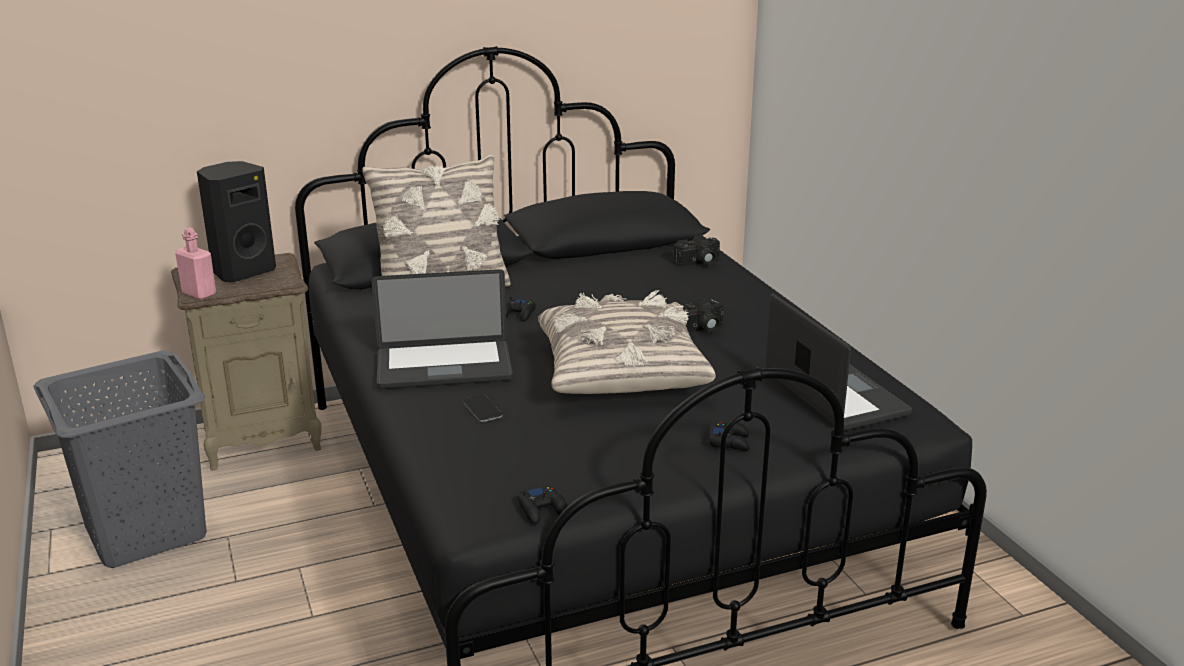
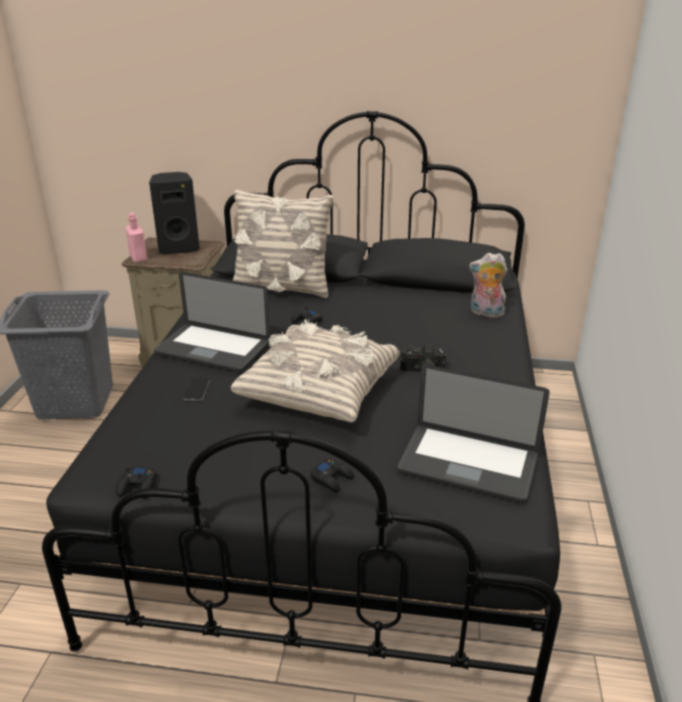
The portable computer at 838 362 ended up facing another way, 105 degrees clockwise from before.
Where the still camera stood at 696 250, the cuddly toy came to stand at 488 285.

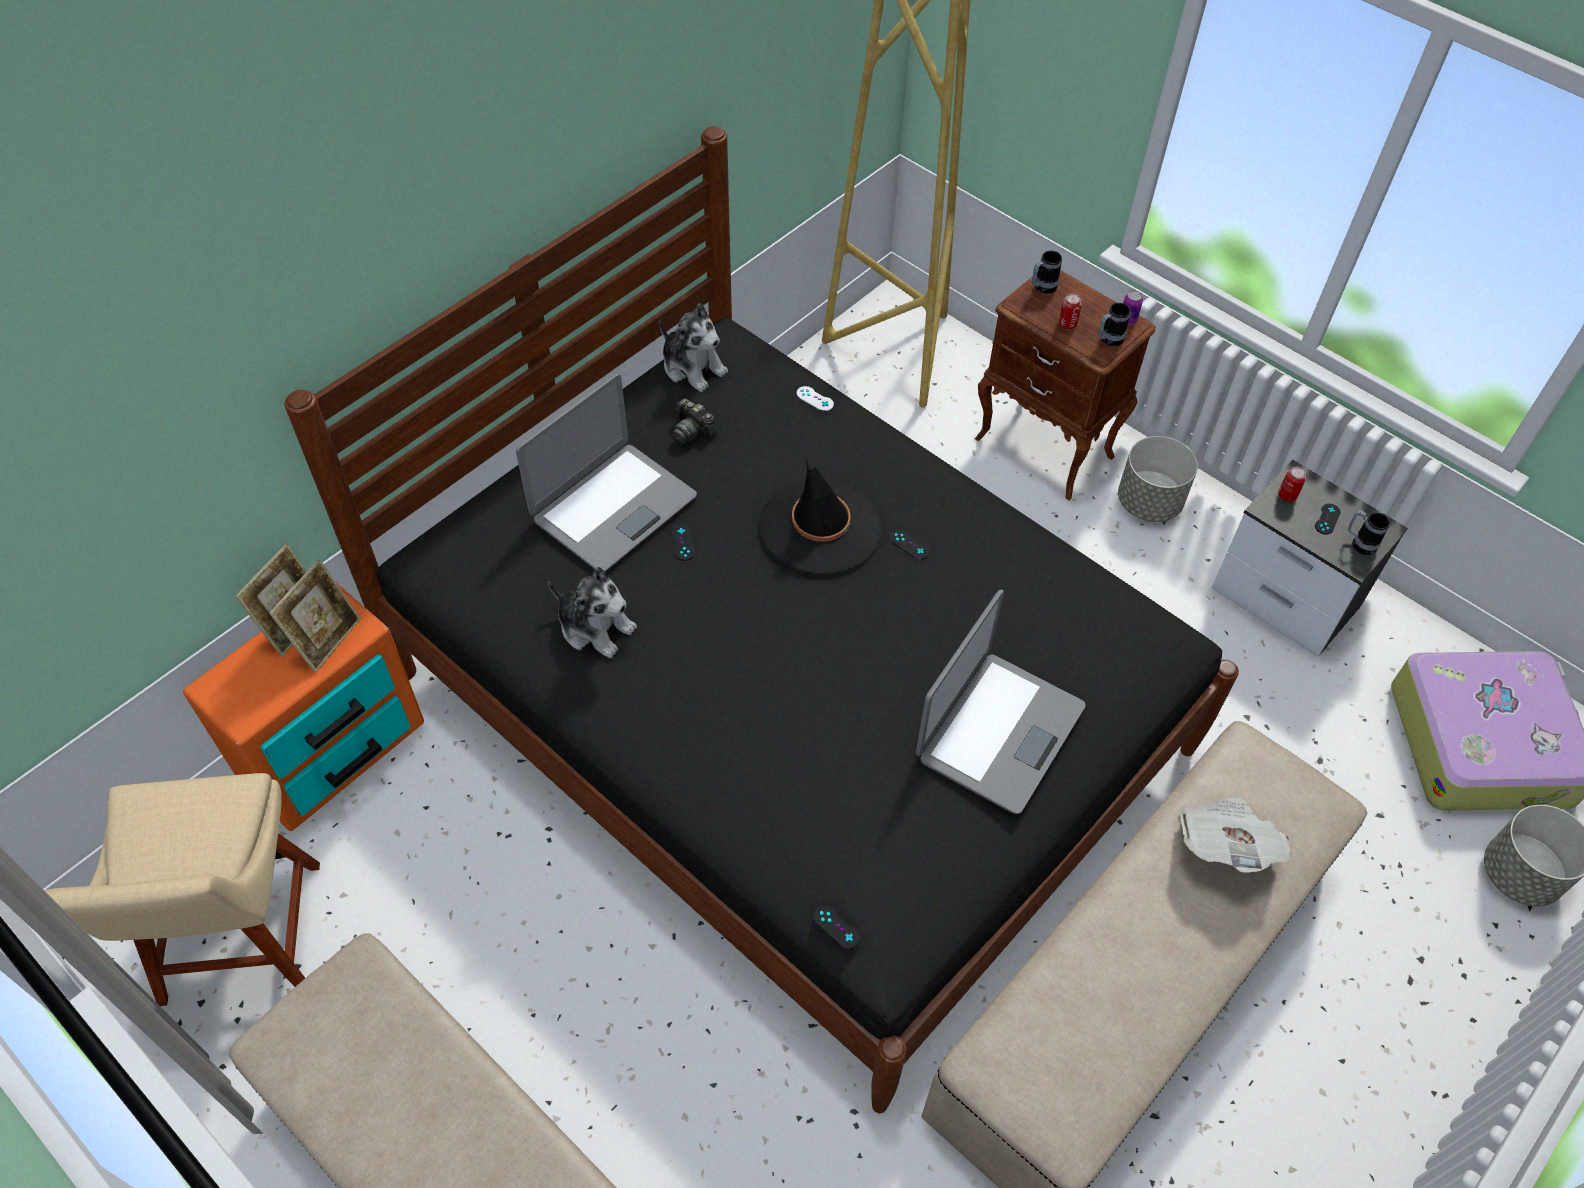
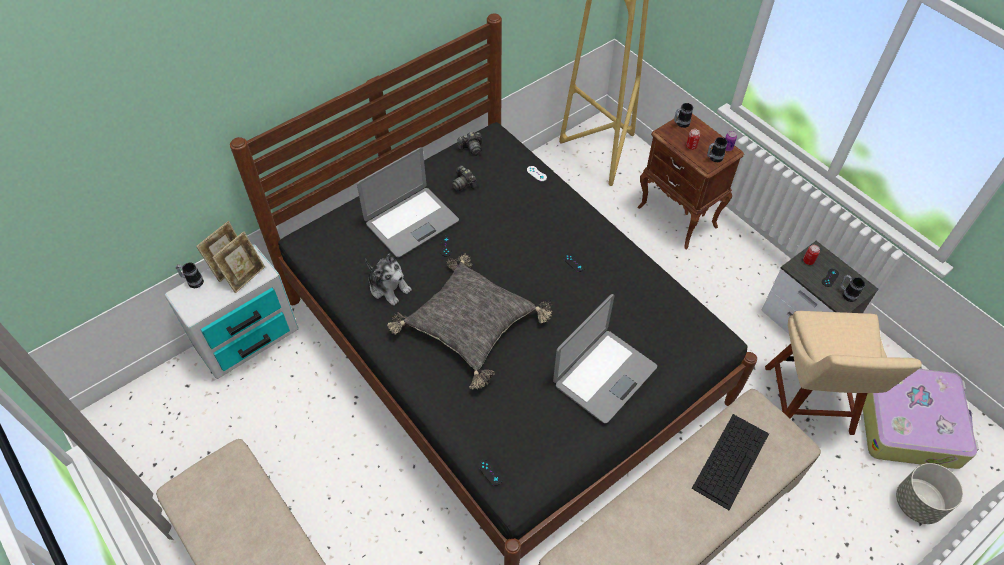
What was the orange-coloured night table at 303 707 turned into the white night table at 232 311.
The second view gained the tea mug at 190 275.
The second view gained the pillow at 470 321.
Where the cuddly toy stood at 693 347, the still camera came to stand at 469 144.
Where the newspaper stood at 1235 835, the computer keyboard came to stand at 730 462.
The beige-coloured chair ended up elsewhere, having gone from 182 889 to 843 373.
The second view lost the black wearable hat at 820 515.
The second view lost the greyish flower pot at 1158 479.

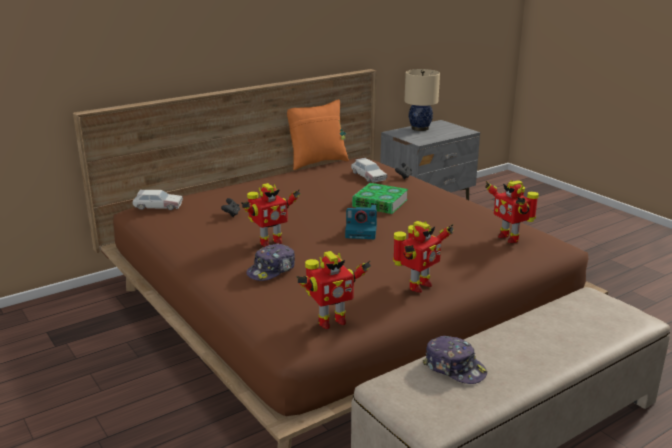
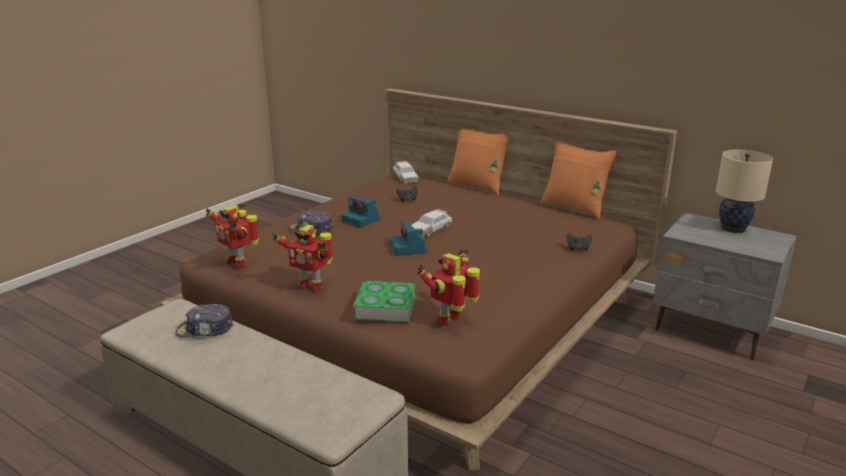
The baseball cap at 455 360 ended up facing another way, 60 degrees clockwise from before.
Where the robot figure stood at 270 215, the still camera came to stand at 361 212.
The book ended up elsewhere, having gone from 380 198 to 384 301.
The miniature car ended up elsewhere, having gone from 369 170 to 431 223.
The second view gained the orange-coloured pillow at 478 162.

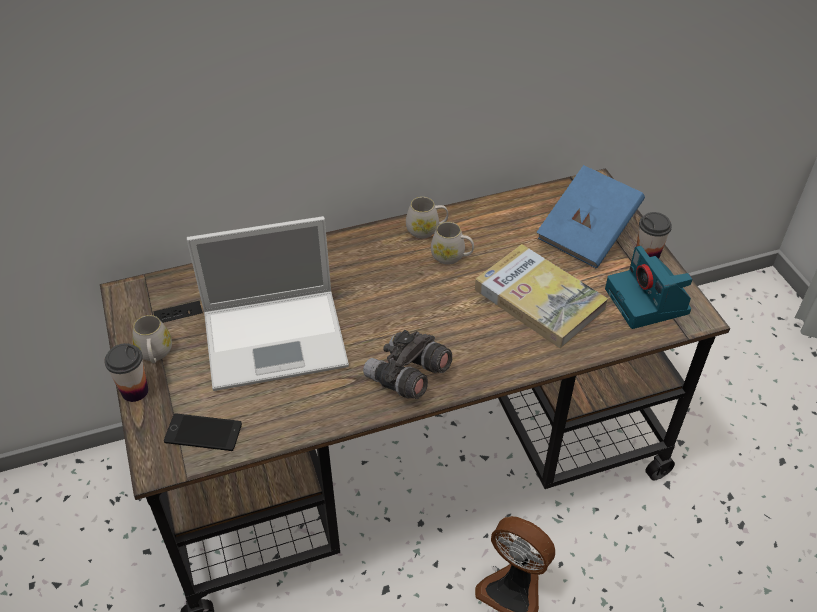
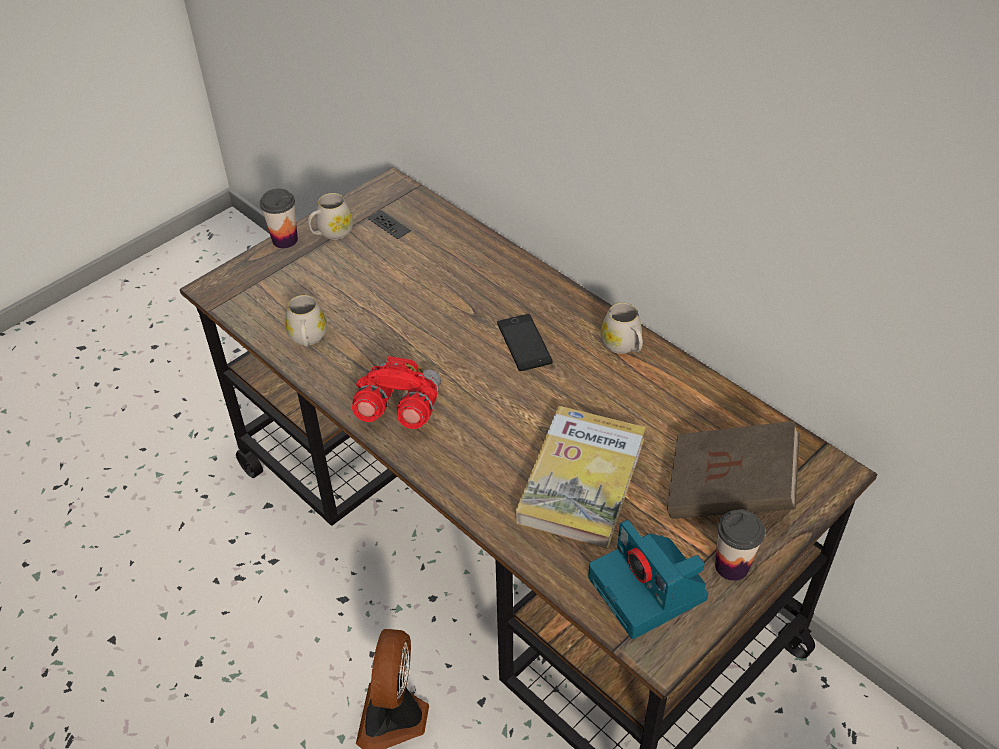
The white tea mug ended up elsewhere, having gone from 452 243 to 306 321.
What was the greyish binoculars at 408 364 turned into the reddish binoculars at 396 392.
The telephone ended up elsewhere, having gone from 203 432 to 525 342.
The still camera at 649 287 ended up facing another way, 75 degrees counterclockwise from before.
What was the blue book at 590 216 turned into the brown-coloured book at 733 470.
The second view lost the portable computer at 268 303.

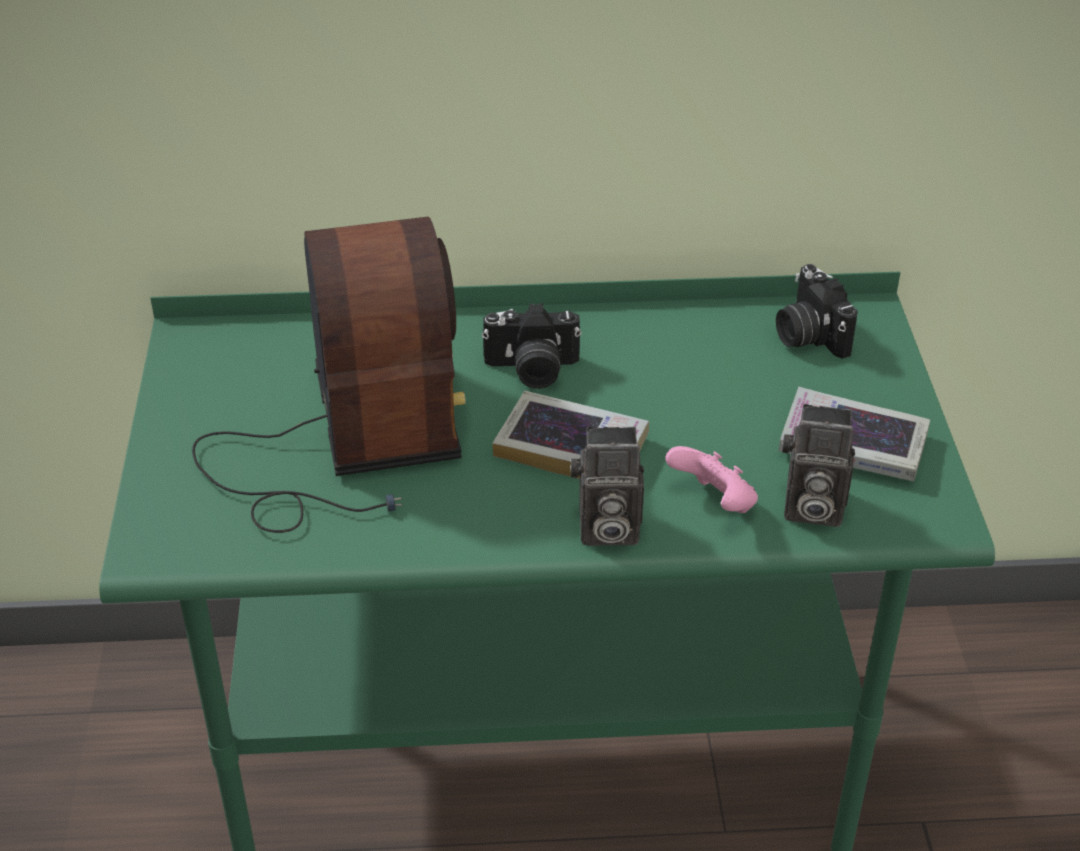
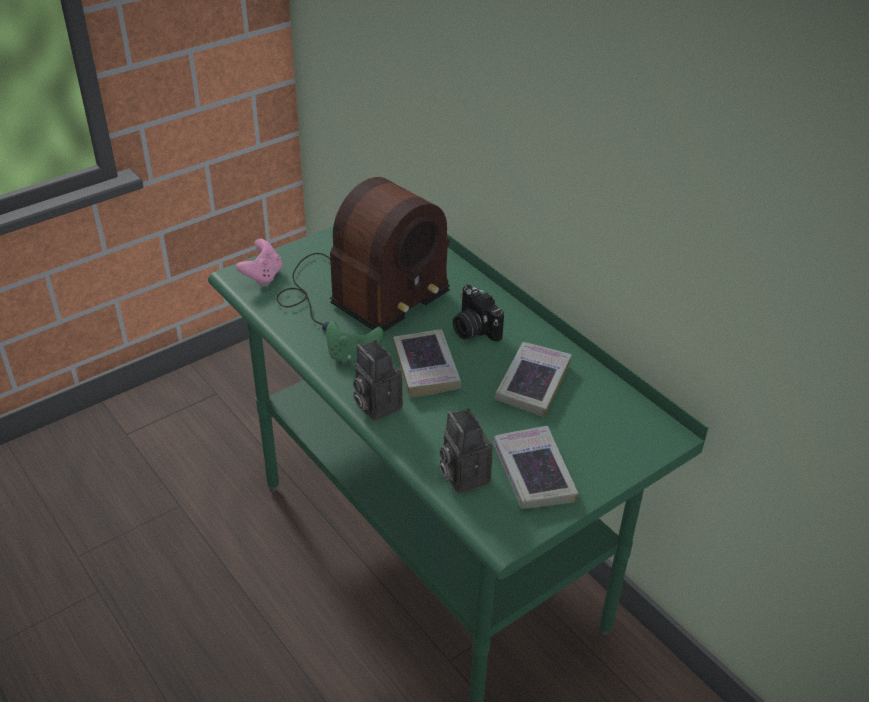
The pink-coloured game controller ended up elsewhere, having gone from 711 479 to 259 262.
The second view gained the green-coloured game controller at 355 341.
The second view gained the book at 533 379.
The second view lost the still camera at 817 311.

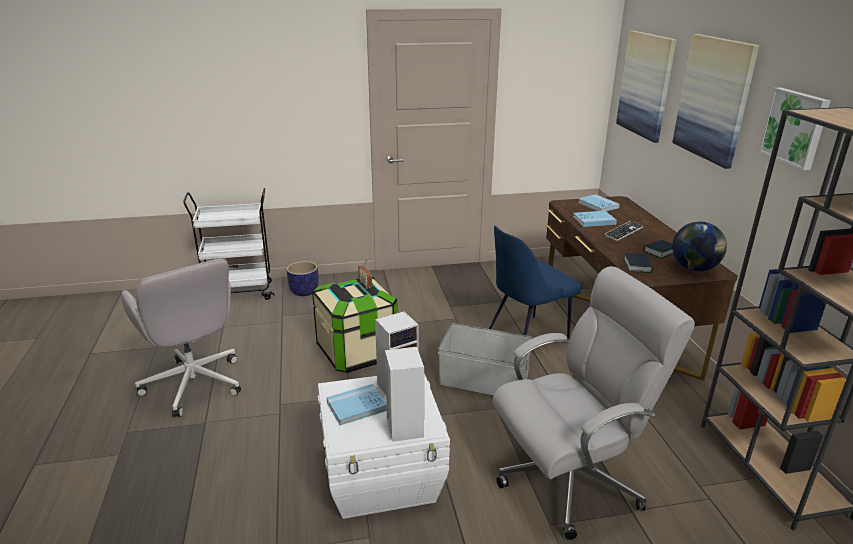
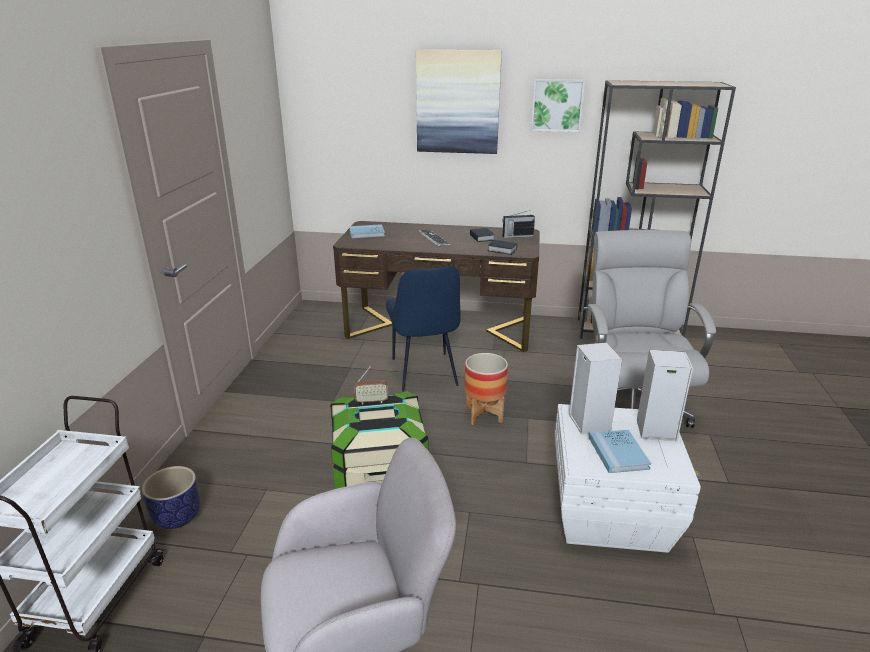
Where the greyish storage box stood at 485 359, the flower pot came to stand at 486 389.
Where the world globe stood at 699 246, the radio receiver came to stand at 518 224.
The second view lost the blue book at 595 219.
The second view lost the wall picture at 646 87.

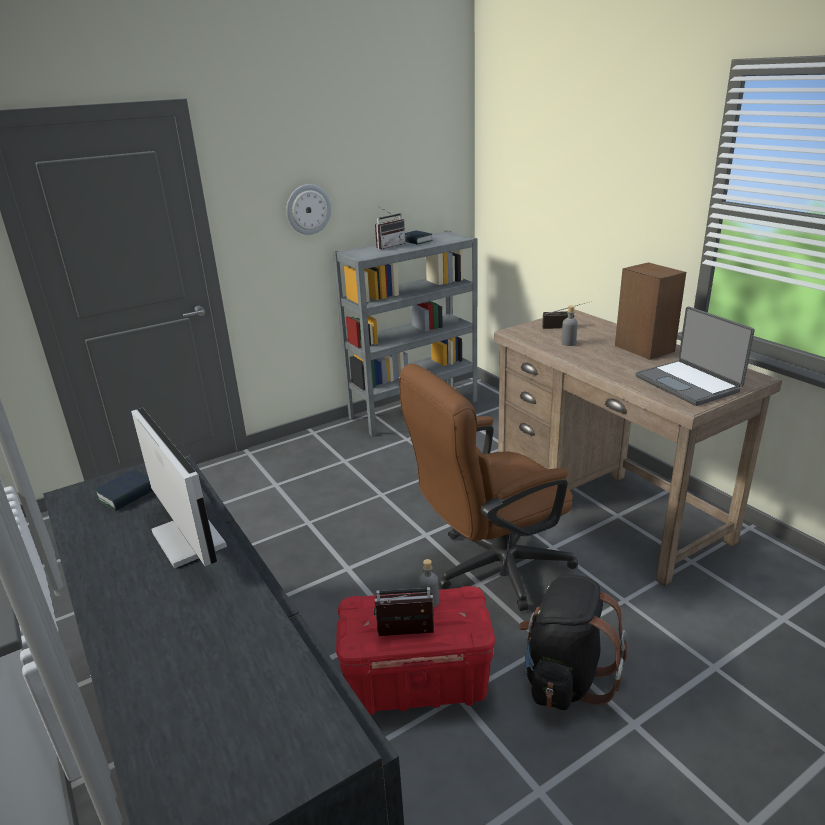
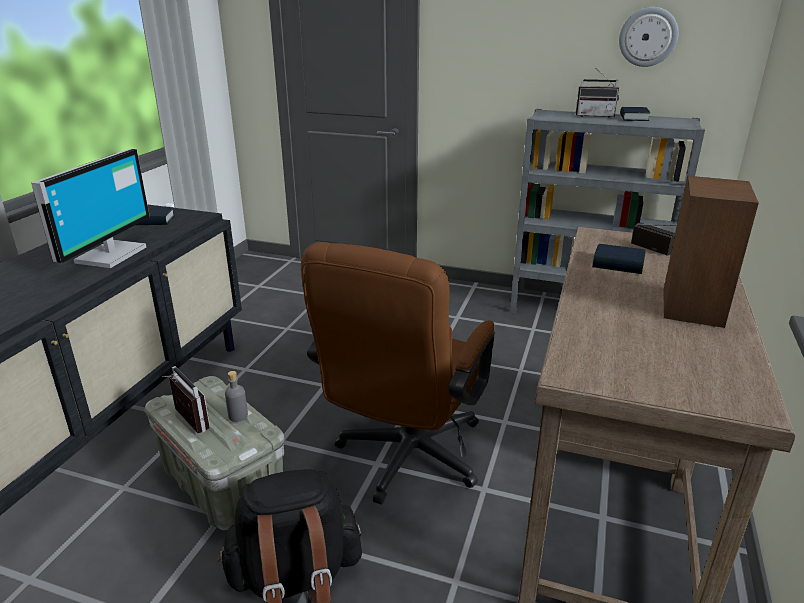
What was the reddish storage box at 415 650 turned into the greyish storage box at 214 453.
The brown-coloured computer chair at 488 487 ended up facing another way, 90 degrees counterclockwise from before.
Where the greyish drink bottle stood at 570 326, the book came to stand at 619 259.
The wall clock ended up elsewhere, having gone from 309 209 to 649 37.
The second view lost the portable computer at 695 356.

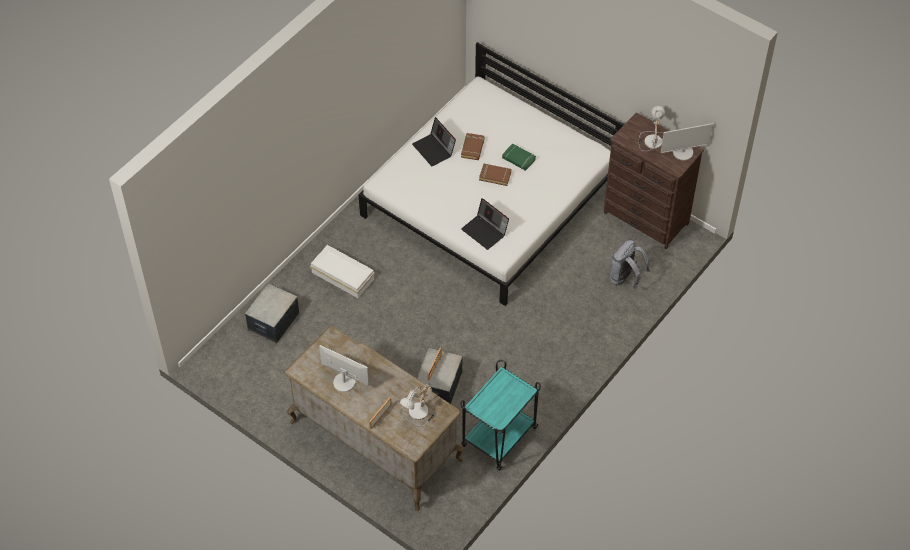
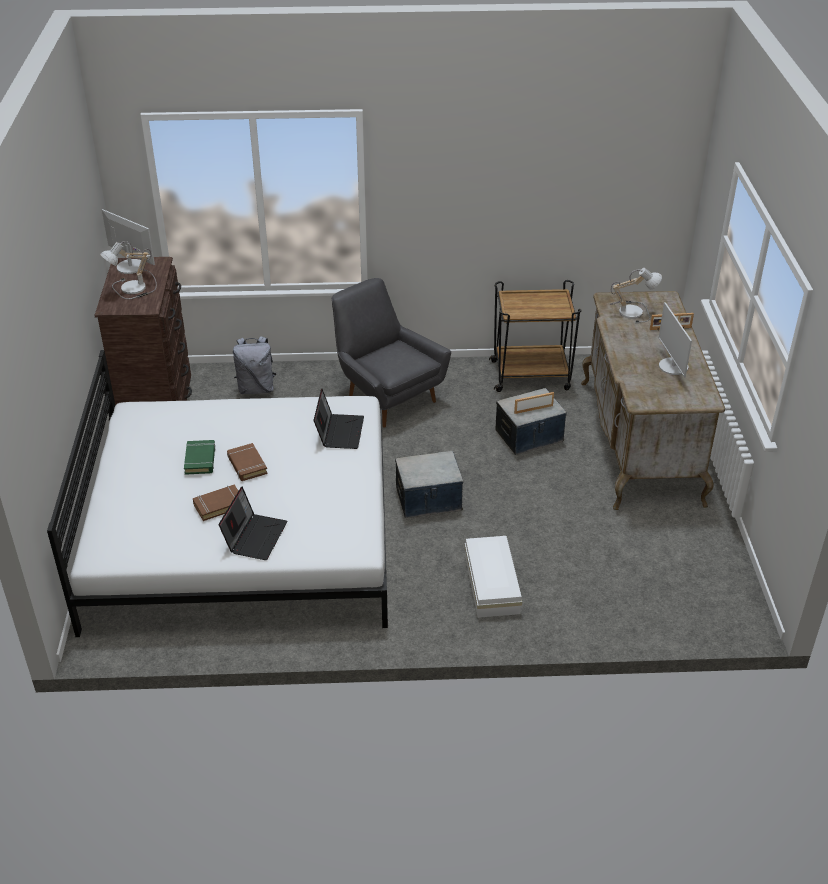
The second view gained the greyish easy chair at 391 353.
The storage box ended up elsewhere, having gone from 272 313 to 429 484.
What was the turquoise-coloured wheeled cart at 500 415 turned into the brown-coloured wheeled cart at 535 336.

